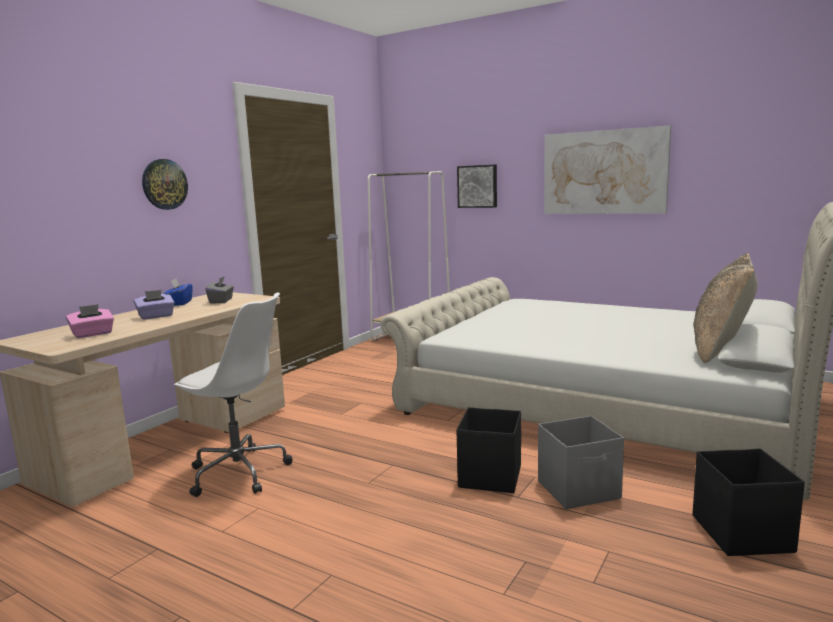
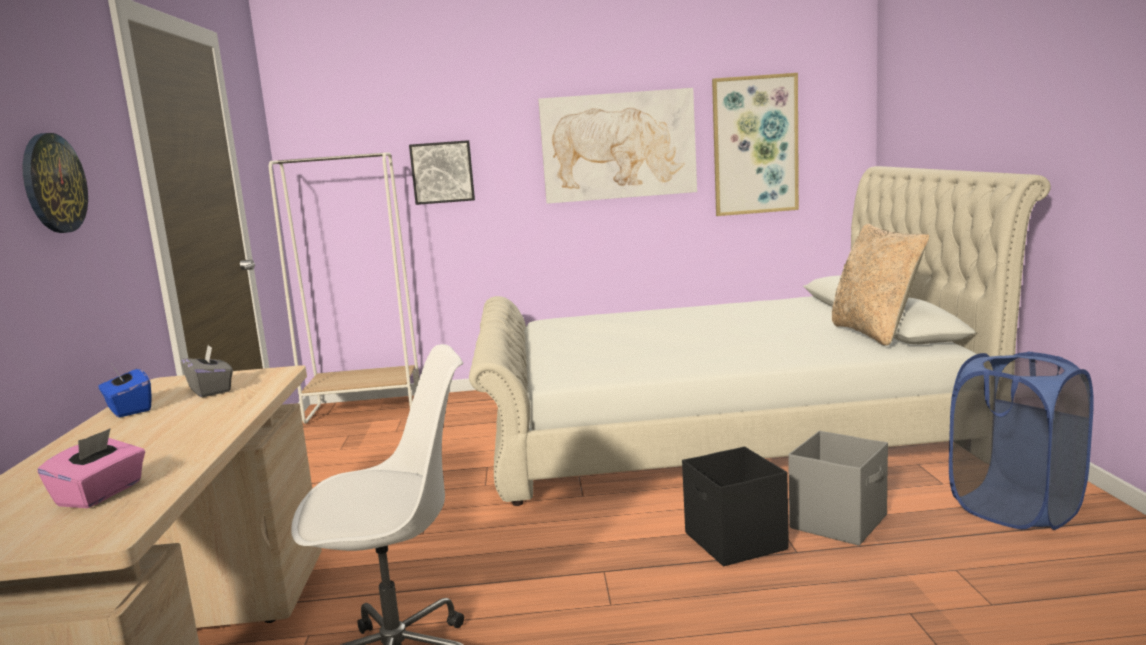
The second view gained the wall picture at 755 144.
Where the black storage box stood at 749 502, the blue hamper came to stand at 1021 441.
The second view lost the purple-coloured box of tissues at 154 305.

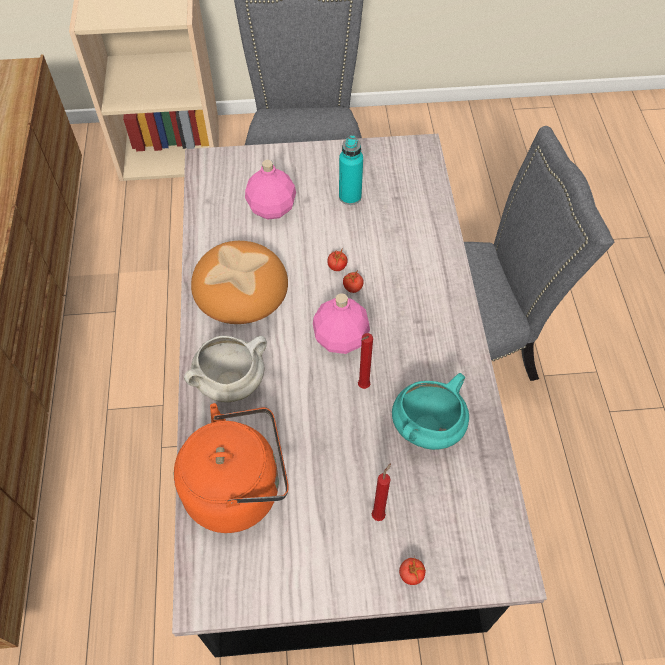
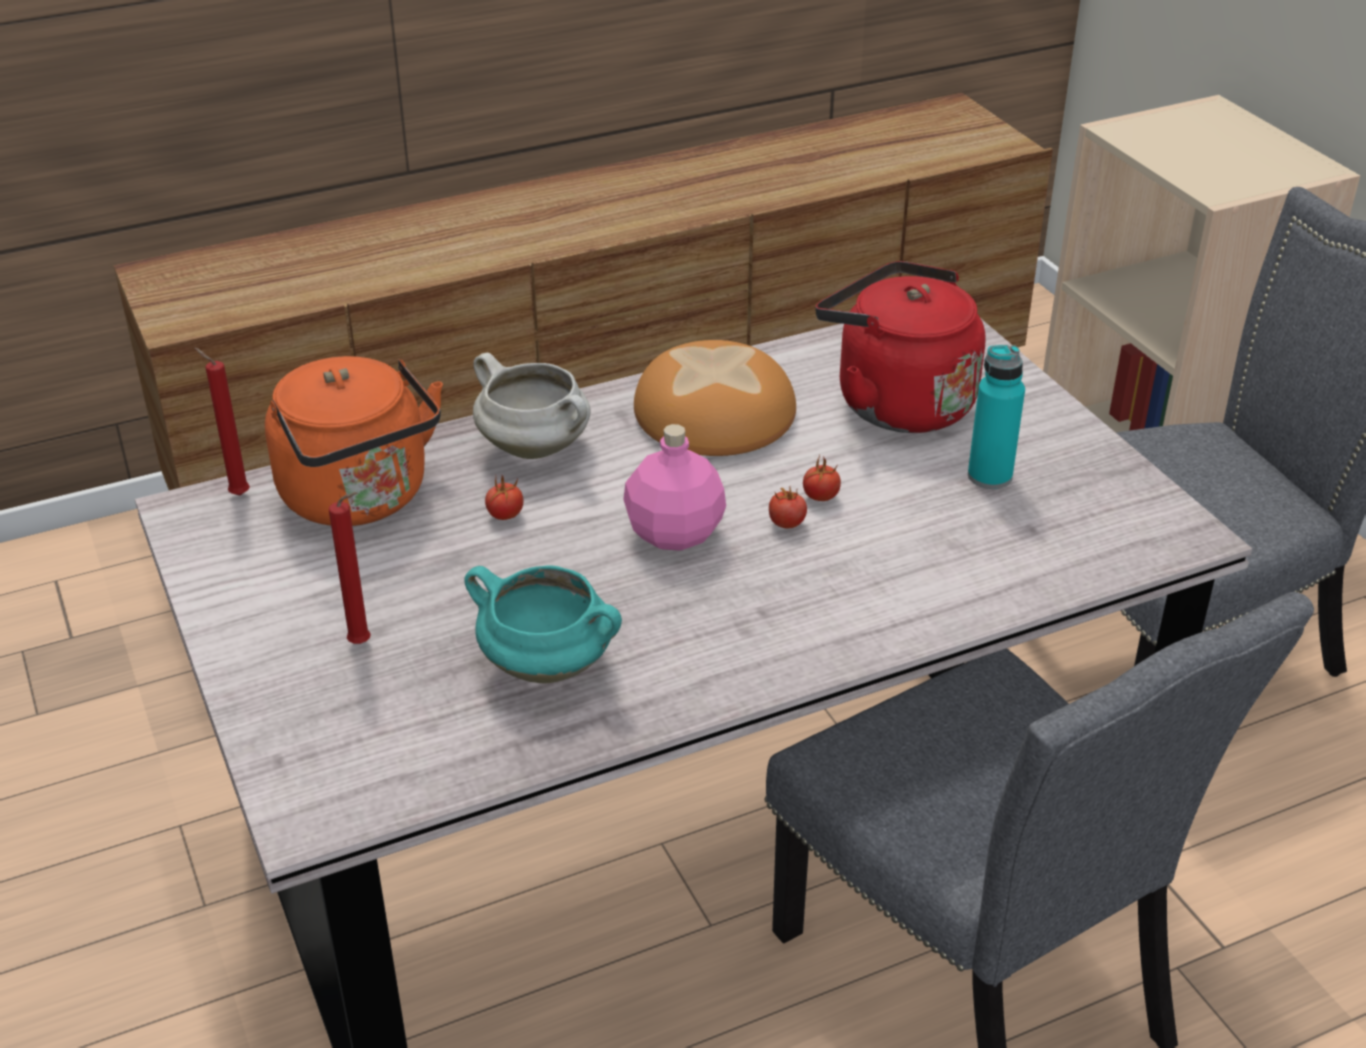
The reddish candle ended up elsewhere, having gone from 365 361 to 222 421.
The tomato ended up elsewhere, having gone from 412 571 to 504 497.
Where the pink-coloured drink bottle stood at 270 190, the reddish kettle came to stand at 900 347.

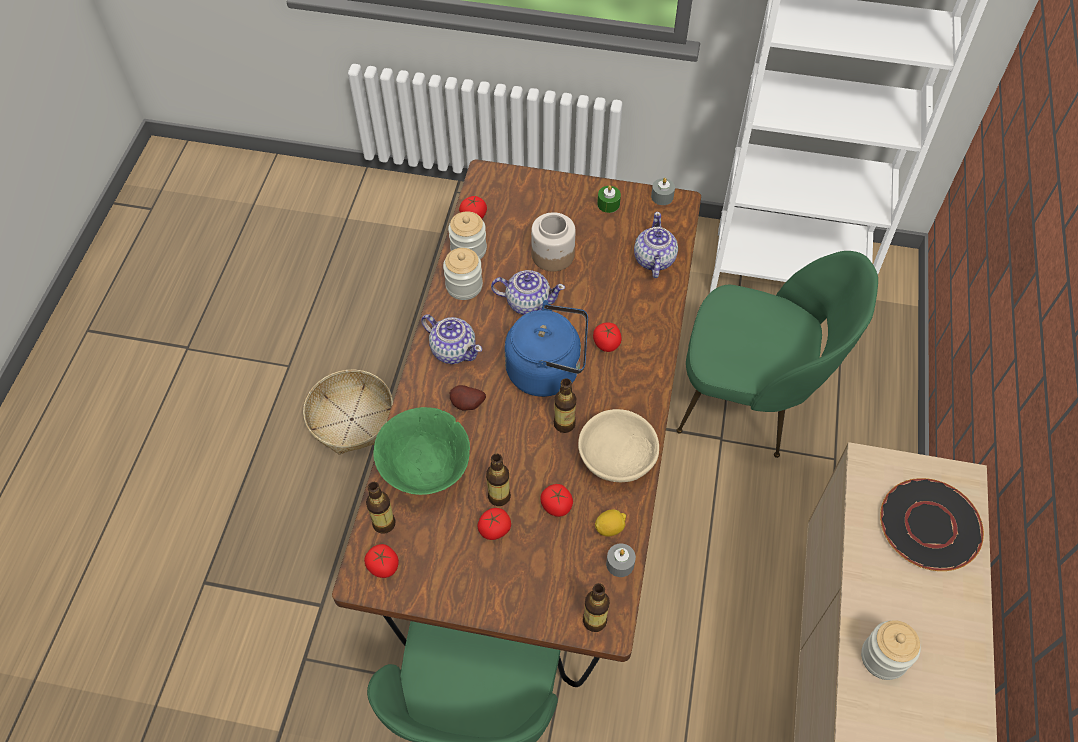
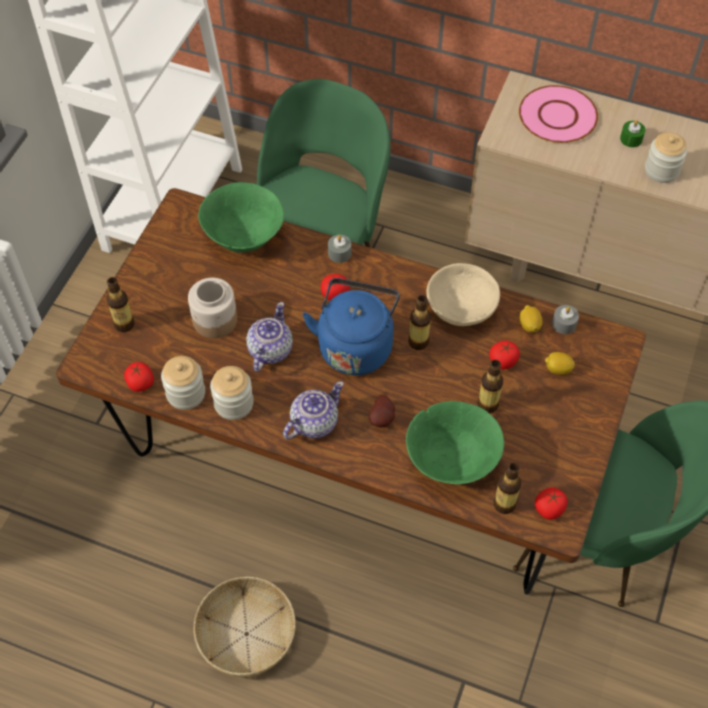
The drink bottle ended up elsewhere, having gone from 596 607 to 120 304.
Where the pot for tea stood at 656 245, the green-coloured bowl came to stand at 241 217.
The greyish candle ended up elsewhere, having gone from 663 191 to 339 249.
What was the black plate at 932 524 turned into the pink-coloured plate at 558 114.
The second view gained the lemon at 560 363.
The green-coloured candle ended up elsewhere, having gone from 609 199 to 632 133.
The second view lost the tomato at 494 524.

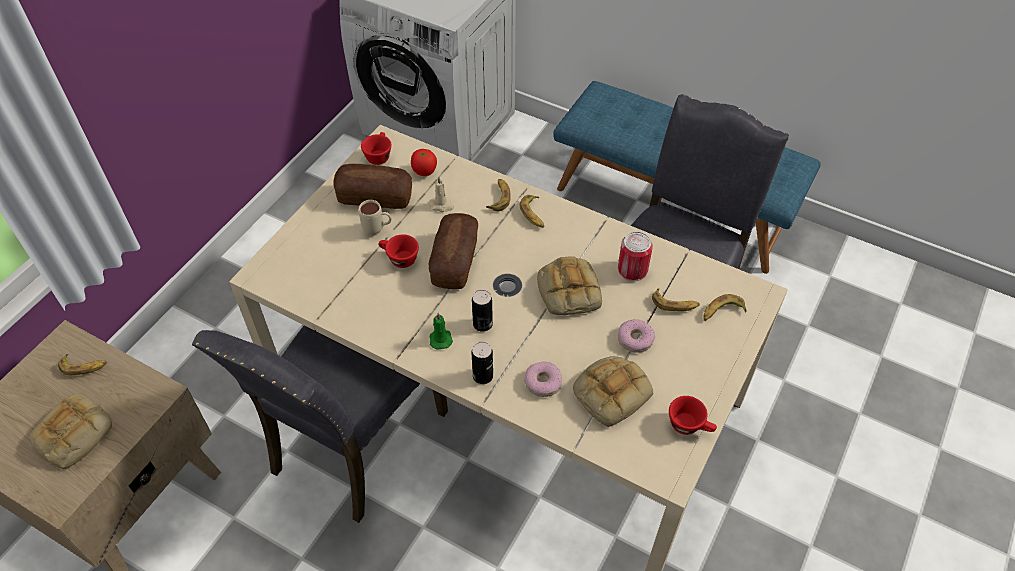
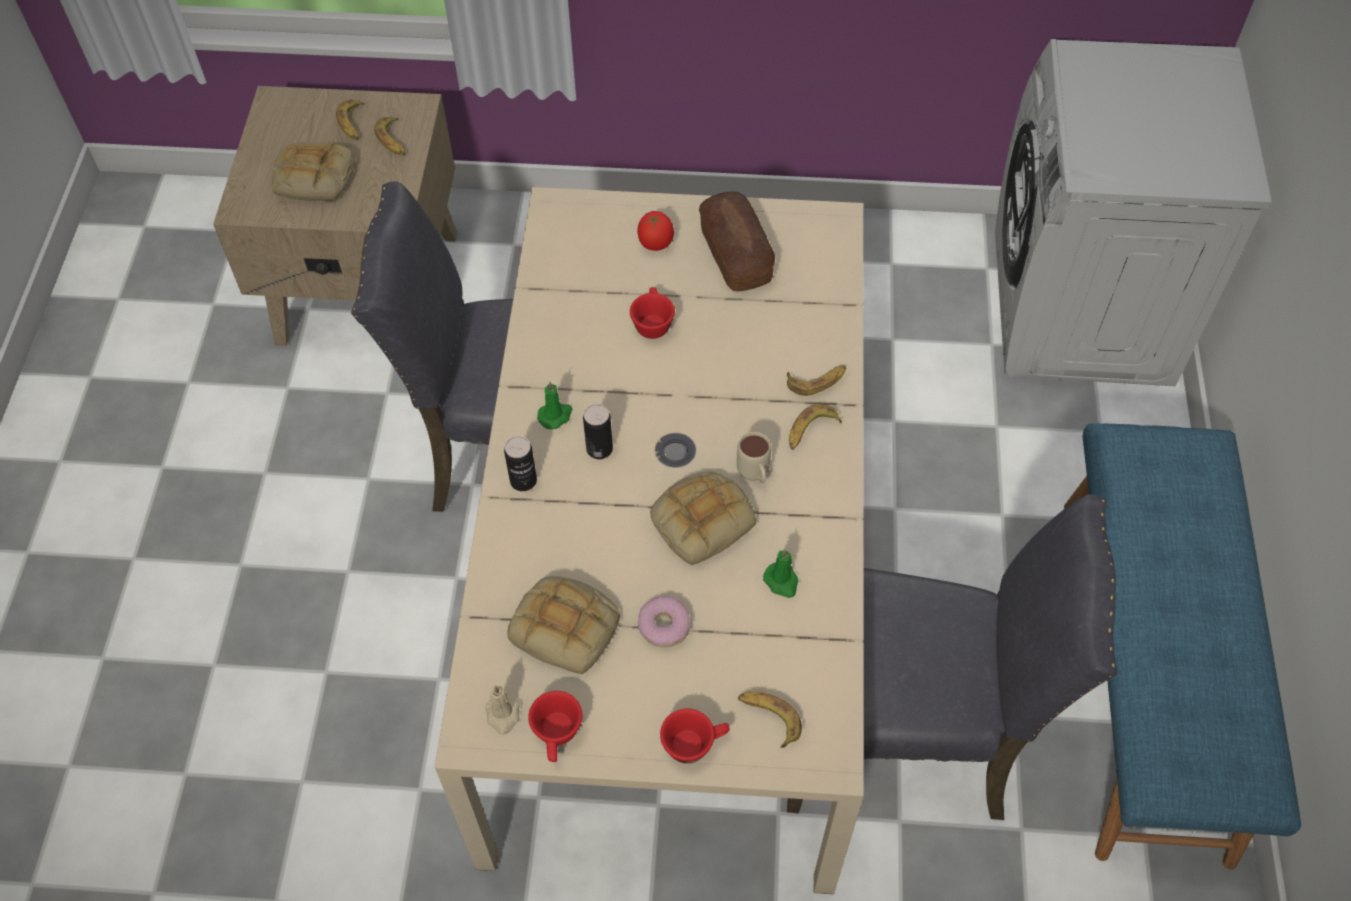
The banana fruit ended up elsewhere, having gone from 676 300 to 350 119.
The beige-coloured candle ended up elsewhere, having gone from 442 194 to 502 710.
The tomato ended up elsewhere, having gone from 424 162 to 655 231.
The reddish small cup ended up elsewhere, having gone from 376 148 to 695 736.
The beige-coloured tea mug ended up elsewhere, having gone from 375 218 to 754 457.
Where the can stood at 635 256, the green-coloured candle came to stand at 780 573.
The second view lost the bakery bread at 453 251.
The second view lost the doughnut at 543 379.

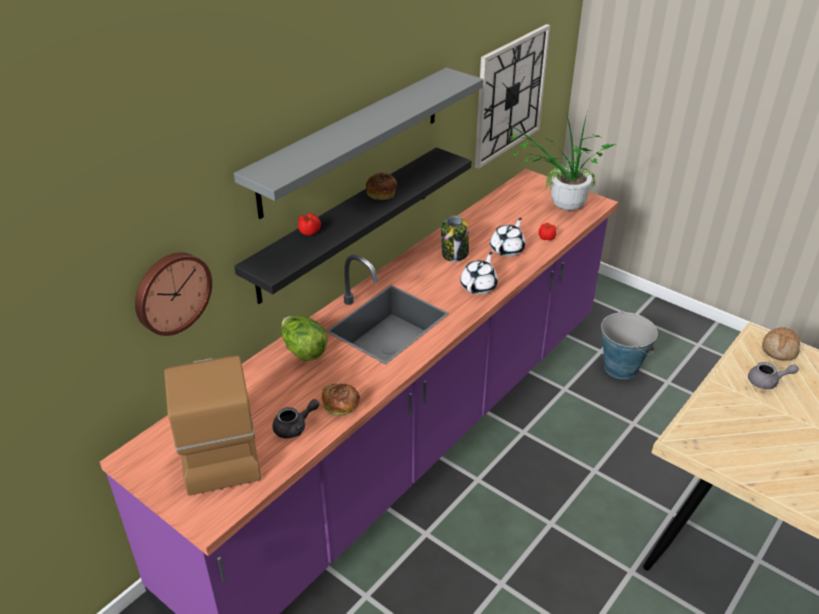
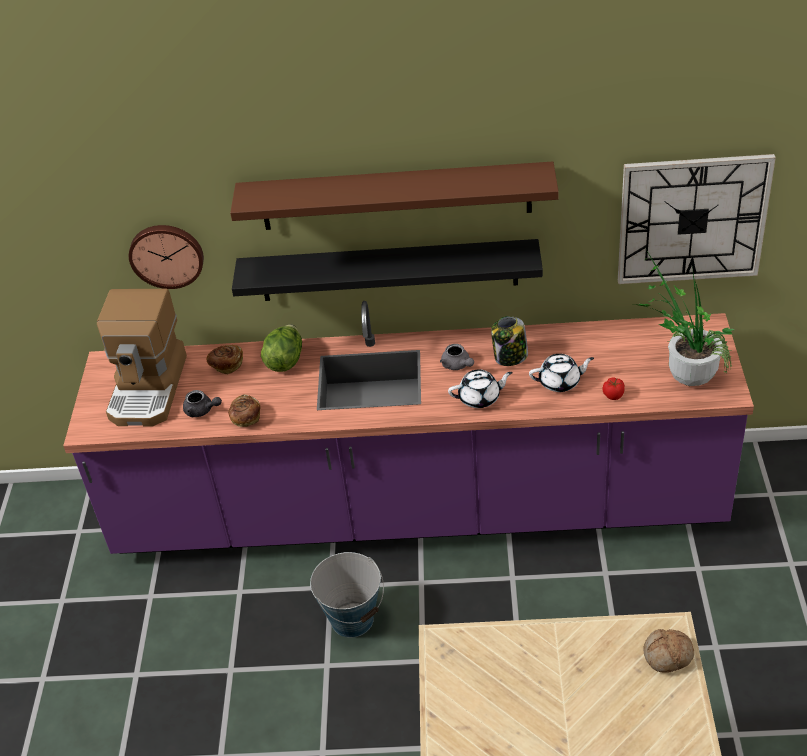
The coffee brewer at 212 425 ended up facing another way, 150 degrees clockwise from before.
The bakery bread ended up elsewhere, having gone from 381 186 to 225 359.
What was the greyish bracket shelf at 359 143 turned into the brown-coloured bracket shelf at 394 196.
The pail ended up elsewhere, having gone from 629 344 to 347 595.
The greyish pot for tea ended up elsewhere, having gone from 773 375 to 457 357.
The second view lost the tomato at 309 224.

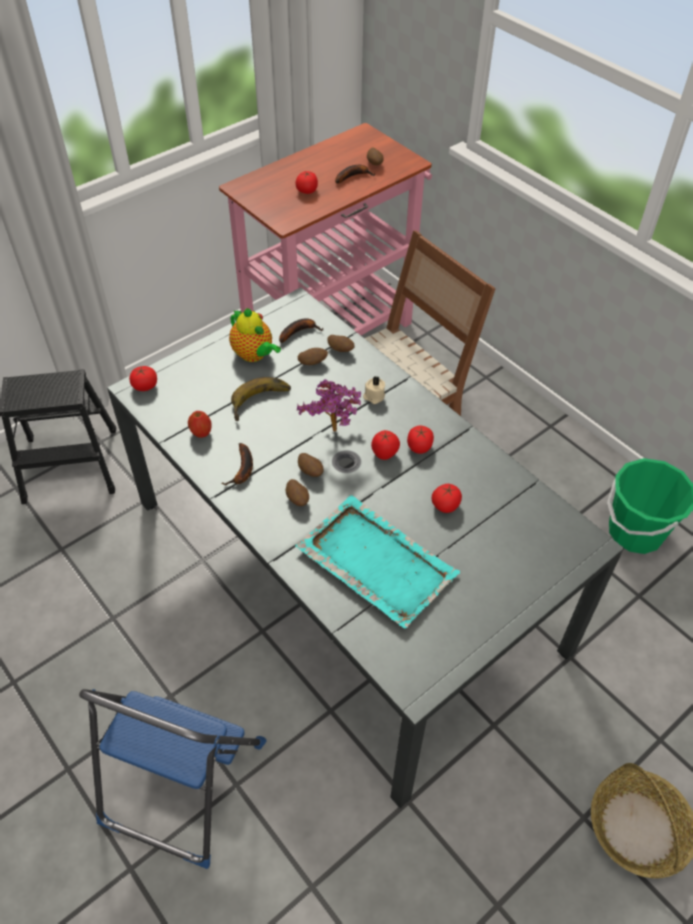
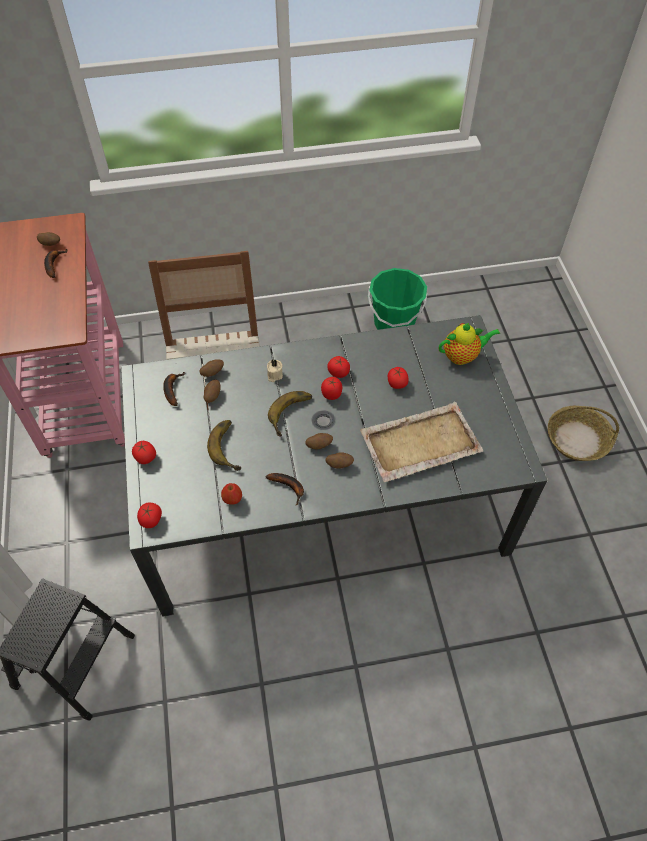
The tomato ended up elsewhere, having gone from 307 182 to 144 452.
Where the potted plant stood at 329 405, the banana fruit came to stand at 290 414.
What was the turquoise-coloured tray at 377 562 turned into the beige-coloured tray at 422 442.
The pot for tea ended up elsewhere, having gone from 255 335 to 469 344.
The second view lost the blue stepladder at 172 779.

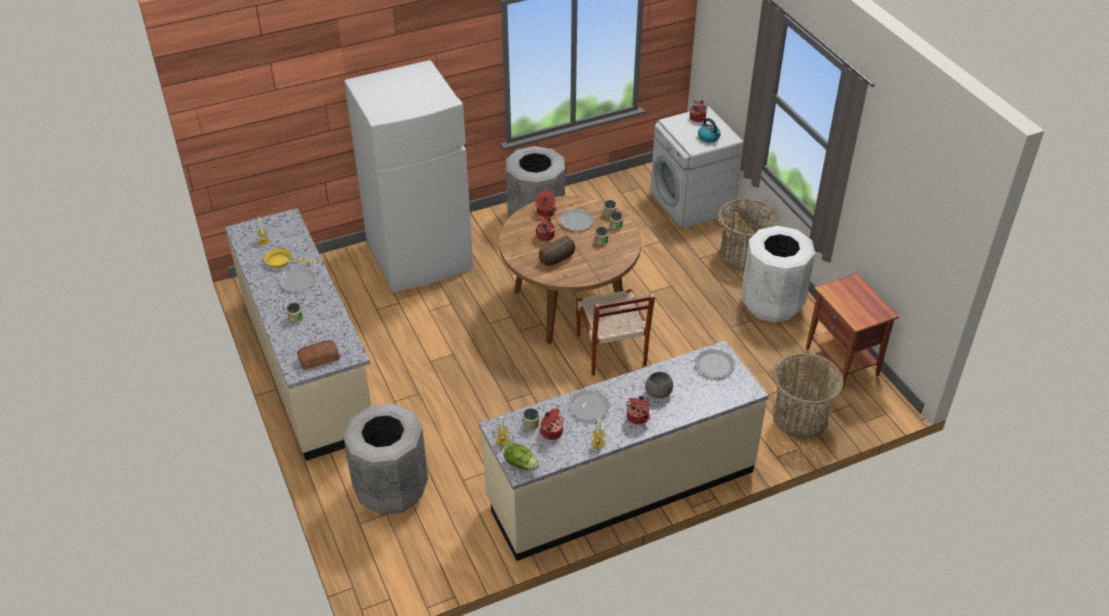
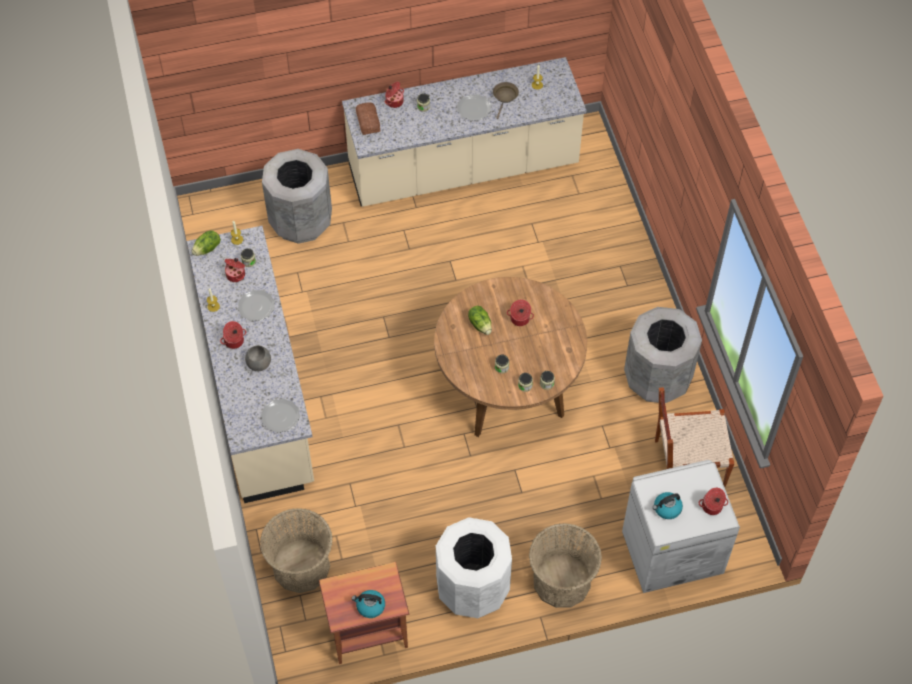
The second view gained the kettle at 368 604.
The stockpot ended up elsewhere, having gone from 546 204 to 394 95.
Where the bakery bread stood at 557 250, the lettuce came to stand at 480 320.
What was the yellow pan at 288 258 turned into the brown-coloured pan at 506 100.
The chair ended up elsewhere, having gone from 615 332 to 694 437.
The second view lost the white refrigerator at 408 176.
The second view lost the plate at 577 220.

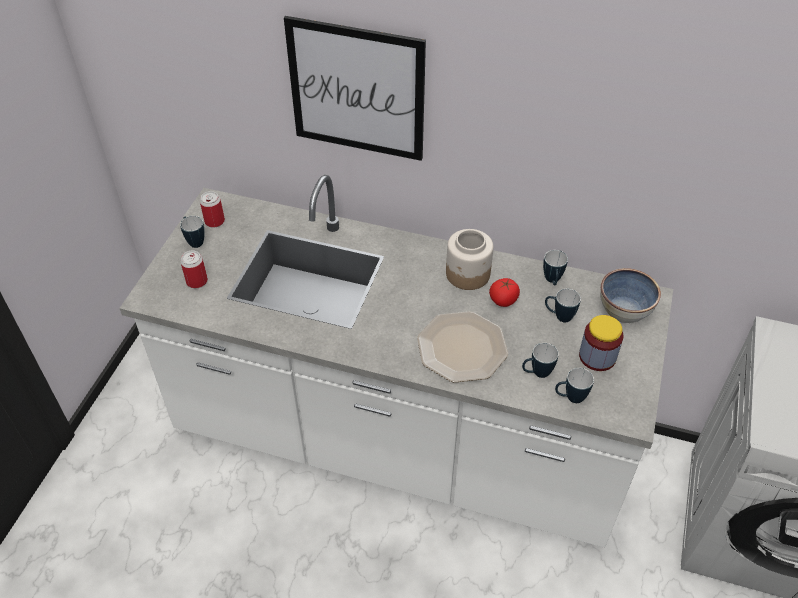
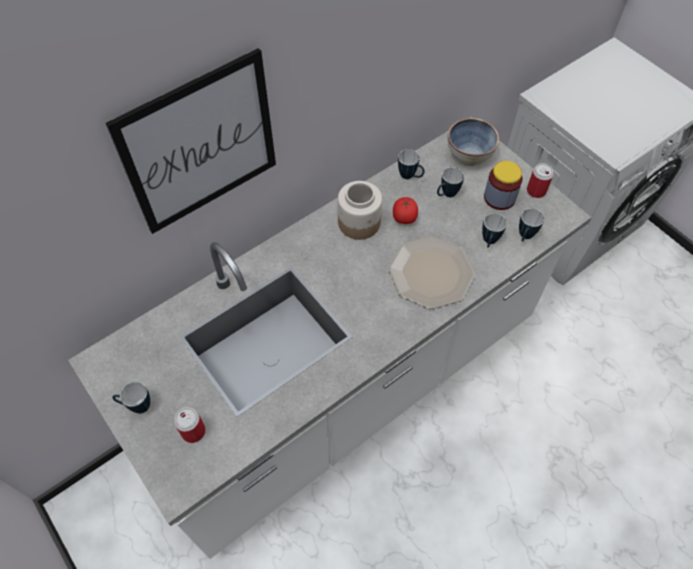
The can ended up elsewhere, having gone from 212 209 to 540 180.

